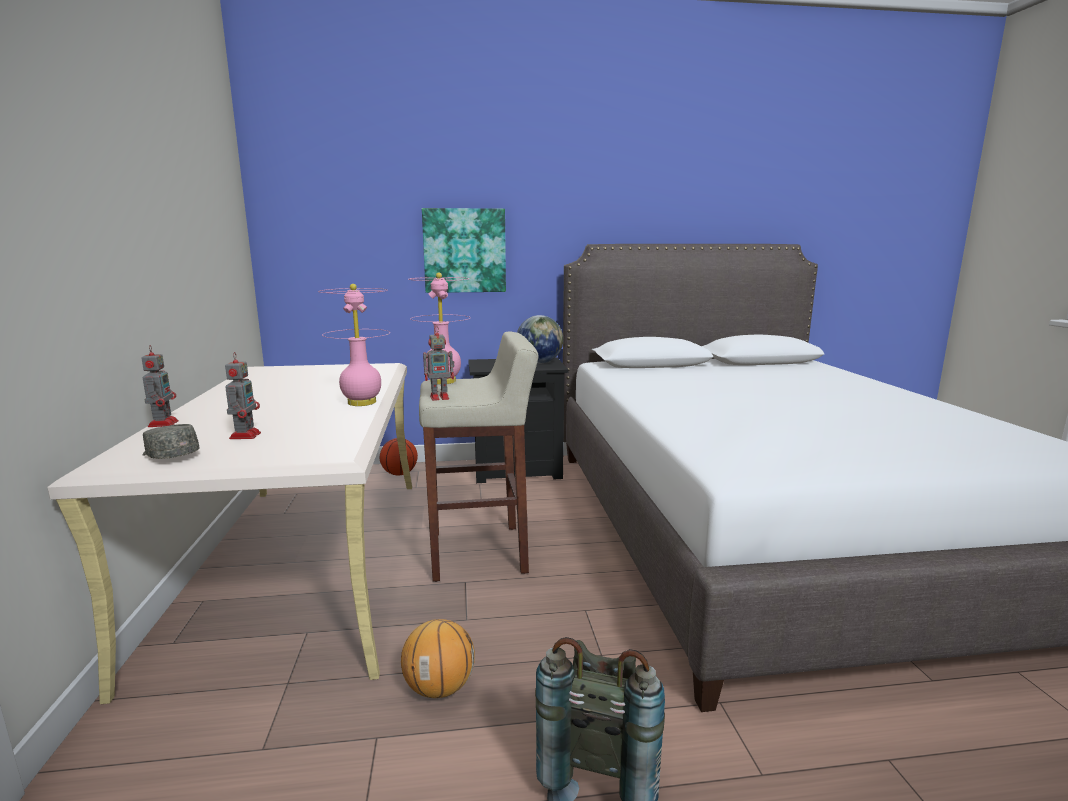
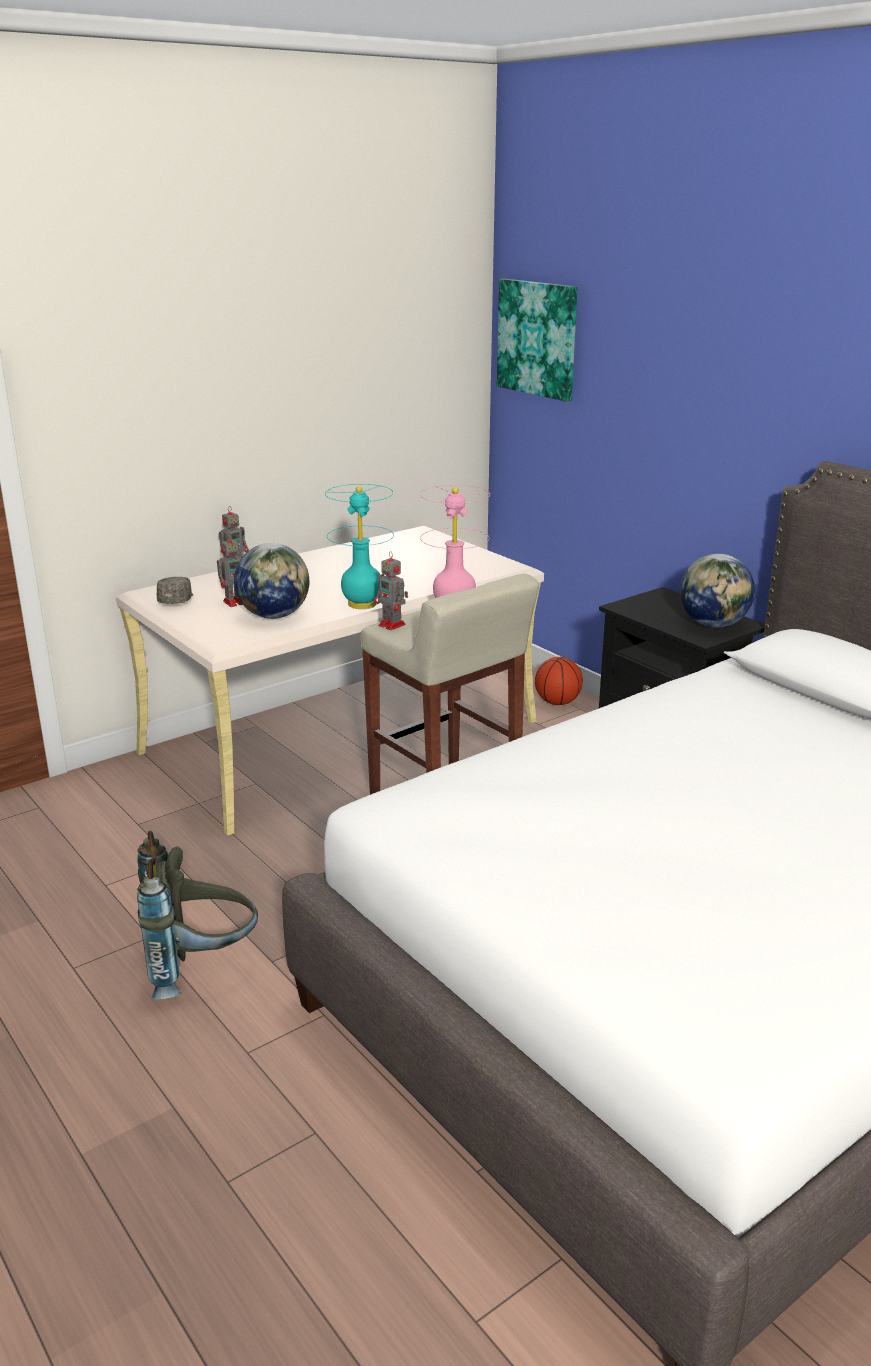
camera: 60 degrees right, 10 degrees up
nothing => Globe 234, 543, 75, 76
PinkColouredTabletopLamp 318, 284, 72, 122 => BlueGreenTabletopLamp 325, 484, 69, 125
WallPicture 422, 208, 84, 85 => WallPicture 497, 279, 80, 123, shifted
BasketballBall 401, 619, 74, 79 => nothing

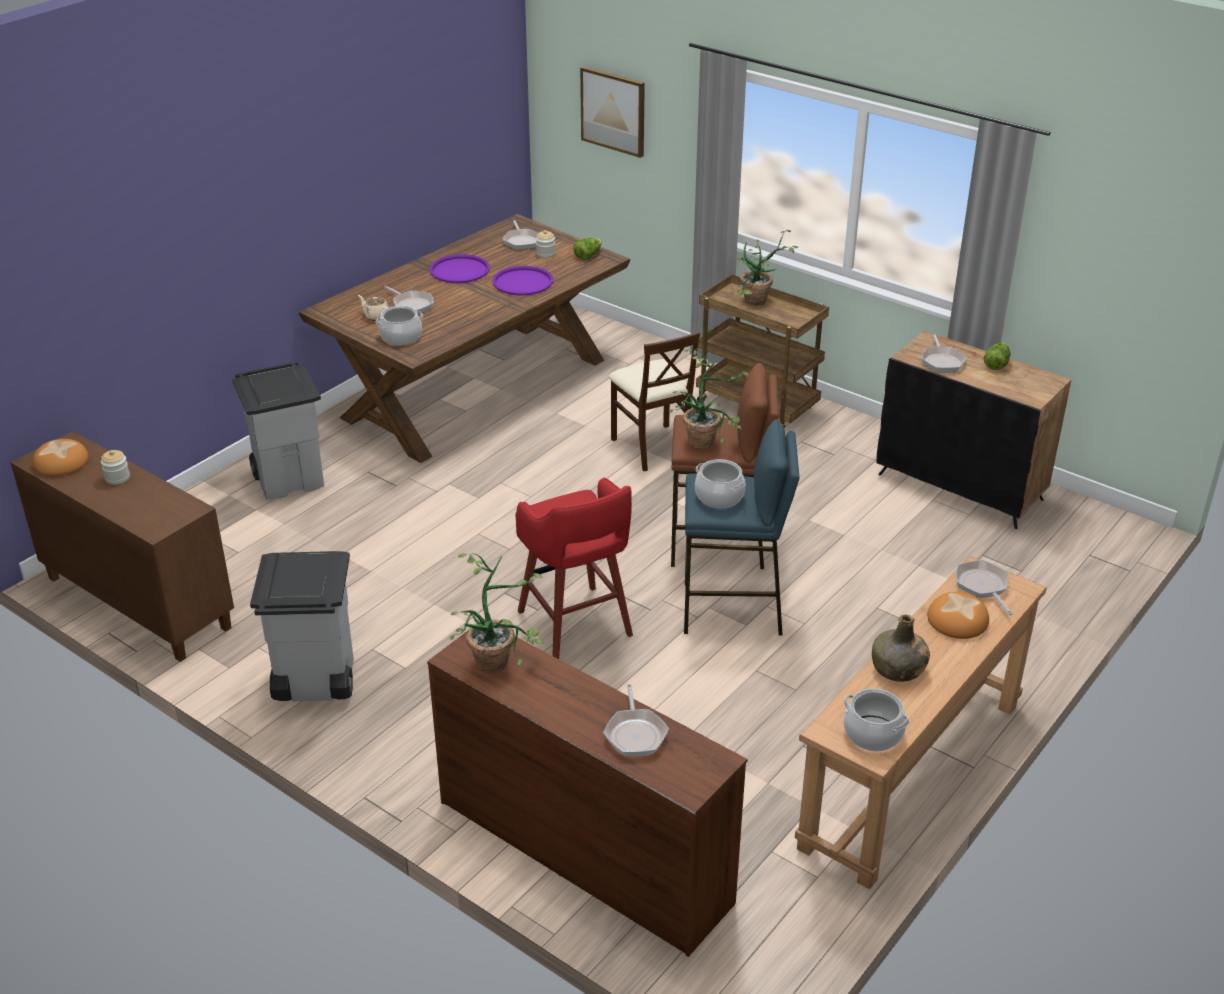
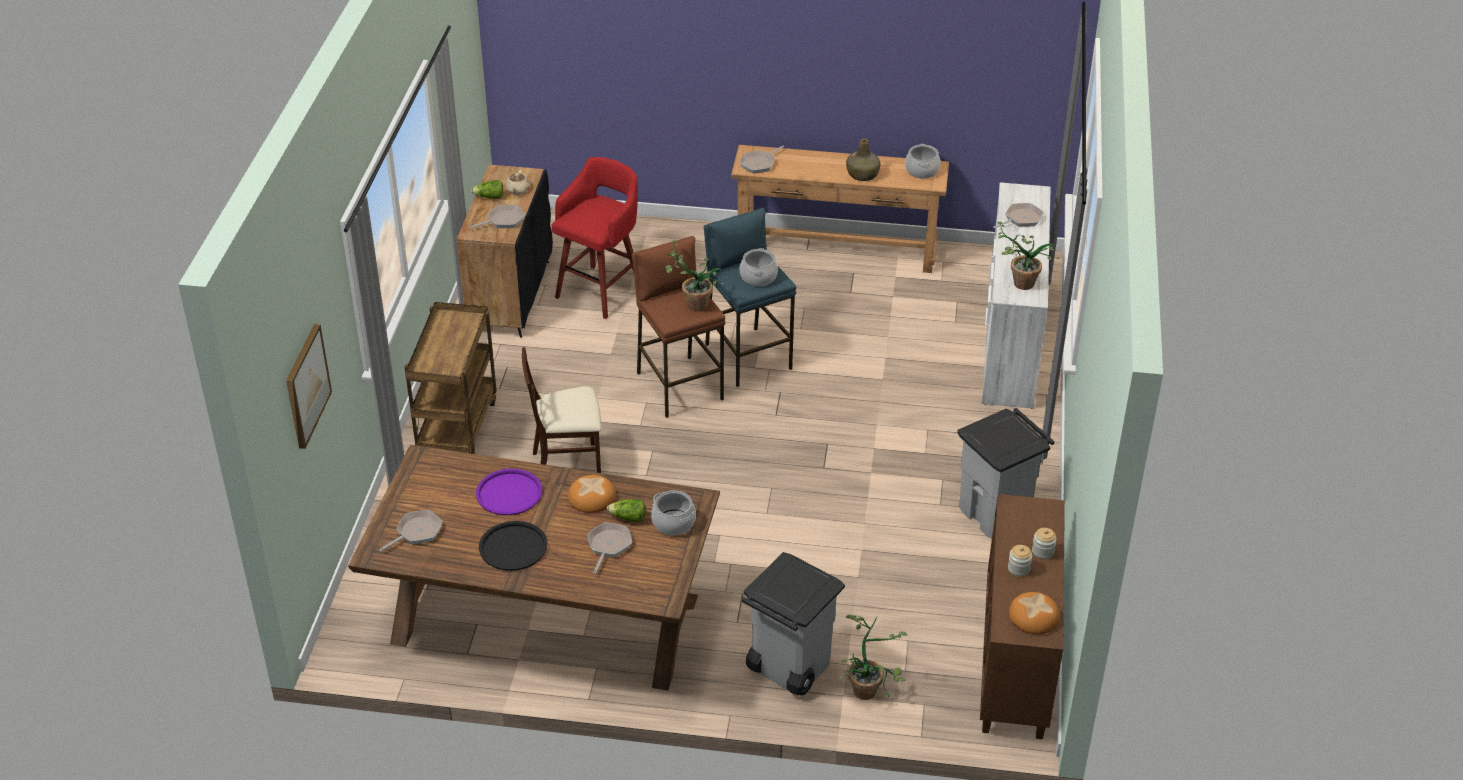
camera: 120 degrees left, 5 degrees up
PurplishServingTray 430, 254, 60, 29 => BlackServingTray 479, 521, 69, 50
BeigeTeapot 358, 295, 31, 26 => BeigeTeapot 506, 170, 24, 25, shifted
BeigeUprightChair 609, 332, 91, 139 => BeigeUprightChair 522, 347, 79, 126, 135 degrees counterclockwise
RedSittingStool 515, 478, 118, 181 => RedSittingStool 552, 157, 86, 162, shifted
Bread 927, 592, 62, 47 => Bread 568, 475, 48, 38, shifted
HeadOfLettuce 573, 238, 29, 22 => HeadOfLettuce 607, 499, 39, 24, shifted
PlantInAPot 731, 230, 68, 76 => PlantInAPot 839, 615, 69, 85, shifted
BrownishDrawerChest 427, 631, 321, 326 => WhiteDrawerChest 982, 182, 69, 227
PreserveJar 536, 230, 19, 28 => PreserveJar 1032, 528, 25, 31, shifted

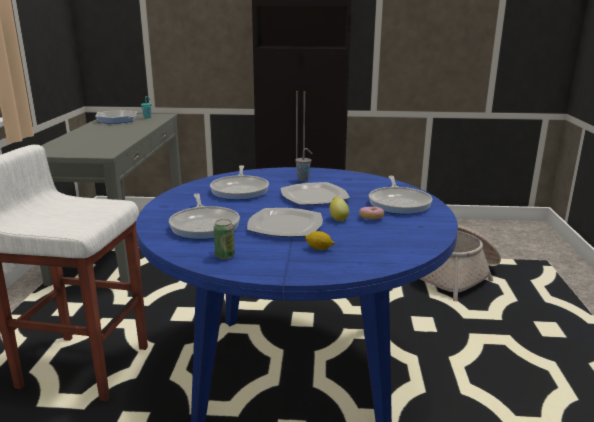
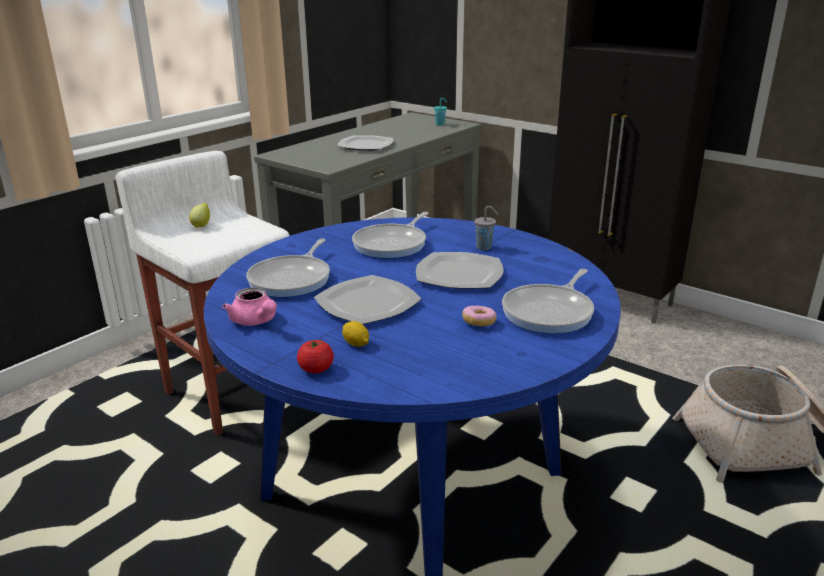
camera: 35 degrees right, 5 degrees up
CitrusFruit 329, 197, 20, 25 => CitrusFruit 189, 203, 21, 25, shifted
SealedCan 214, 219, 21, 41 => PinkColouredTeapot 222, 287, 55, 39
nothing => Tomato 297, 339, 37, 35
nothing => Plate 338, 135, 55, 16
Pan 95, 110, 42, 14 => nothing

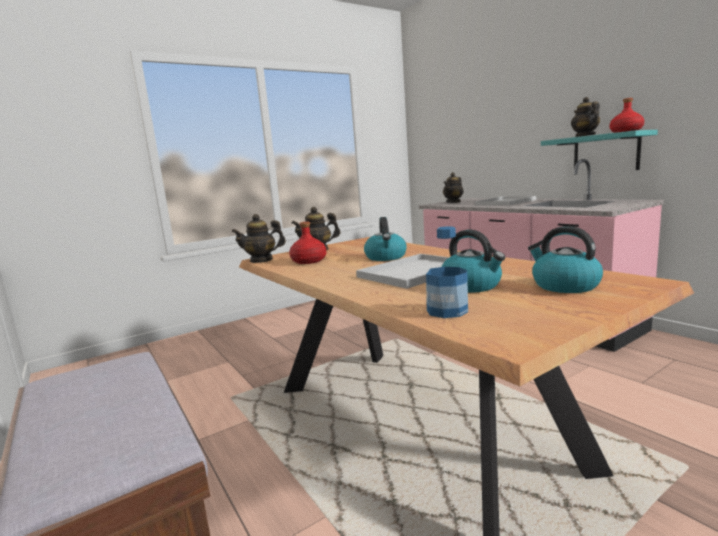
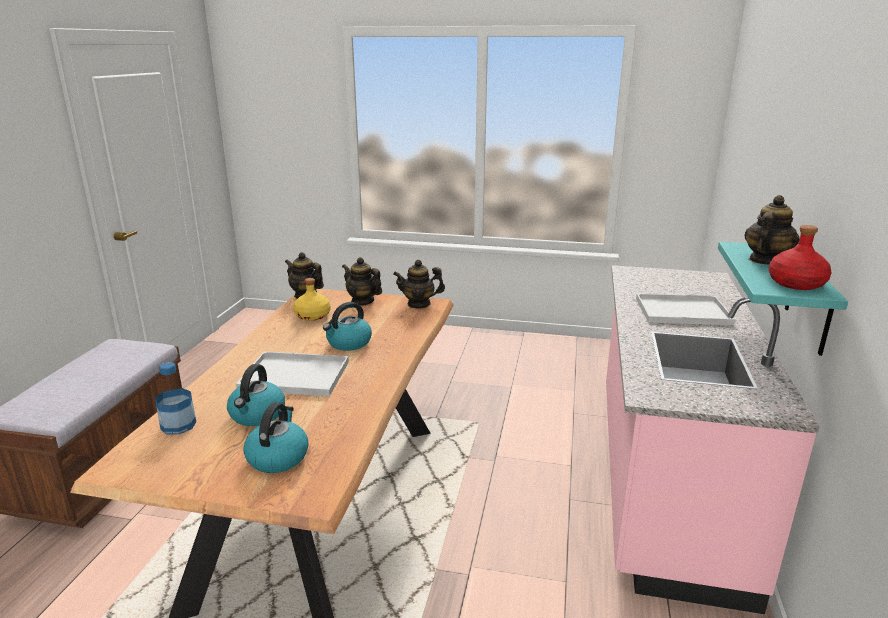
camera: 45 degrees right, 10 degrees up
RedDrinkBottle 289, 222, 37, 42 => YellowishDrinkBottle 293, 278, 38, 43
Teapot 443, 172, 21, 31 => Teapot 393, 260, 52, 49, shifted

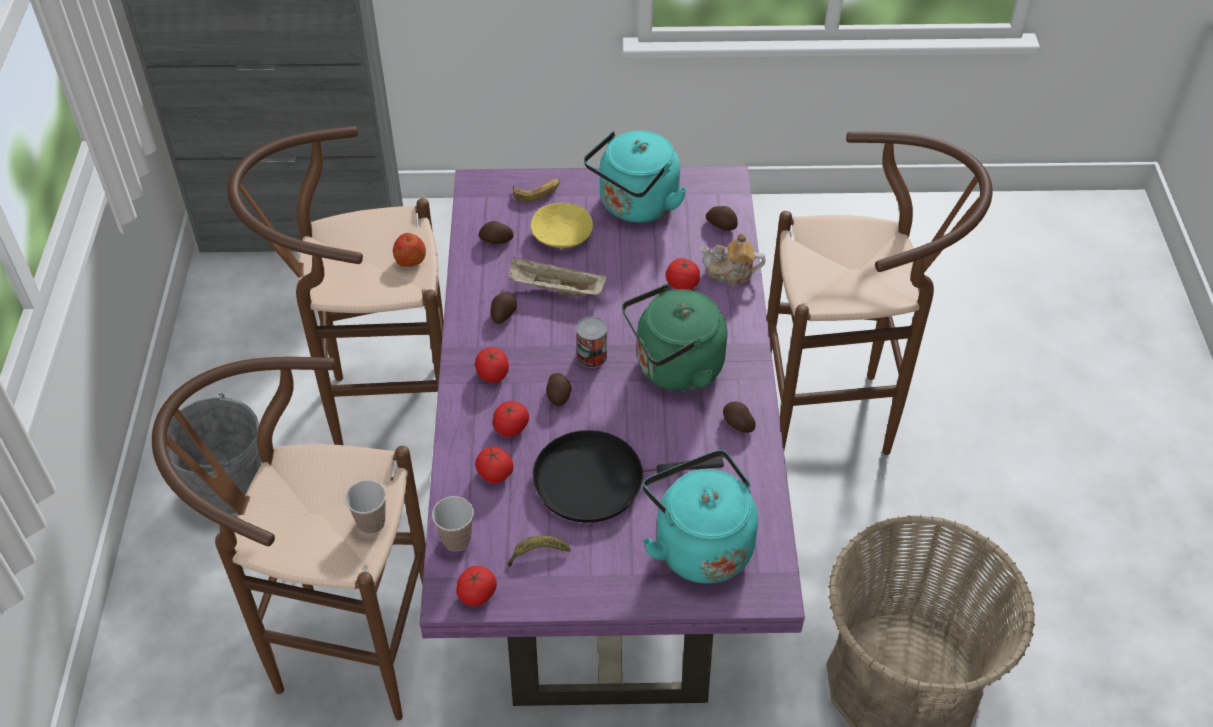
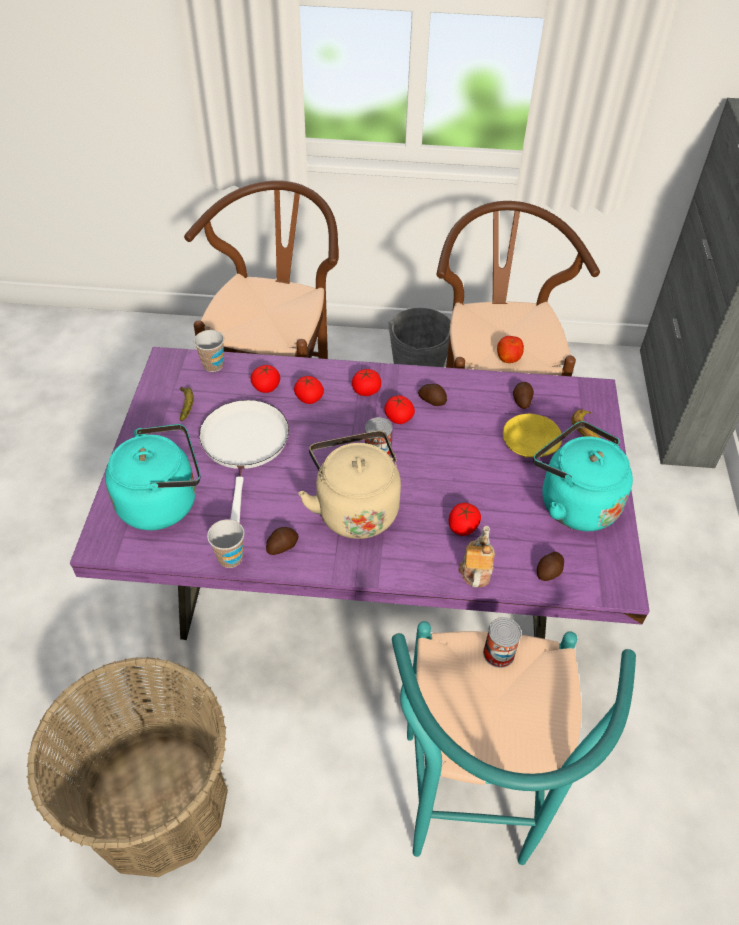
camera: 95 degrees right, 0 degrees up
BlackPan 532, 430, 192, 93 => WhitePan 199, 400, 90, 122
Cup 345, 480, 41, 54 => Cup 207, 519, 38, 49, shifted
GreenKettle 622, 284, 105, 108 => BeigeKettle 298, 431, 103, 108
Tomato 456, 566, 41, 40 => Tomato 384, 395, 31, 29, shifted
BrownishSittingStool 767, 132, 226, 323 => BlueGreenSittingStool 392, 621, 244, 244
nothing => SealedCan 483, 617, 38, 51
BeigeServingTray 508, 257, 99, 39 => nothing
Spud 546, 373, 26, 33 => nothing

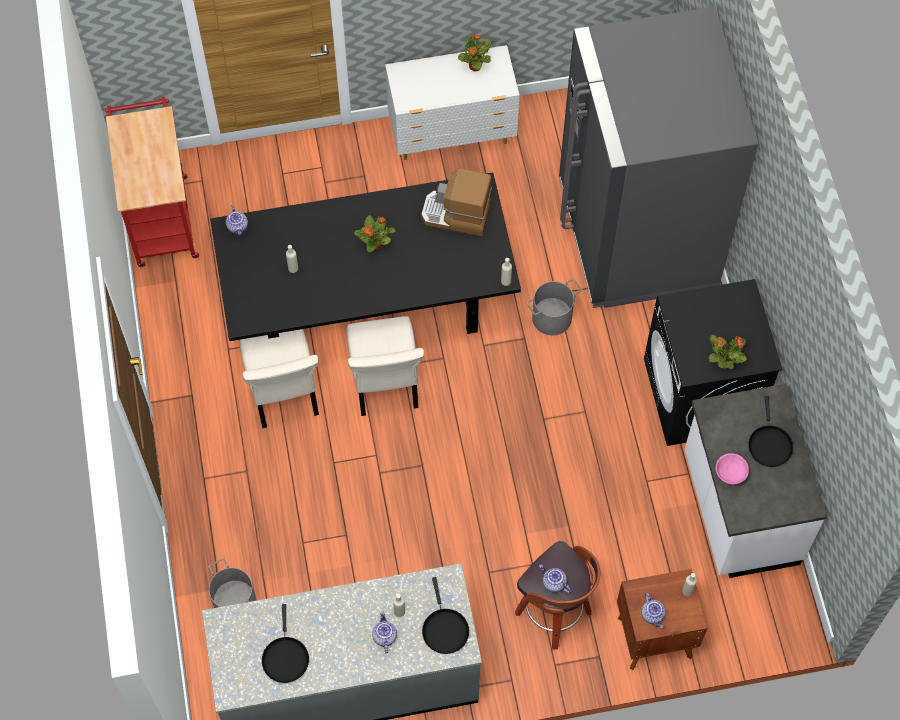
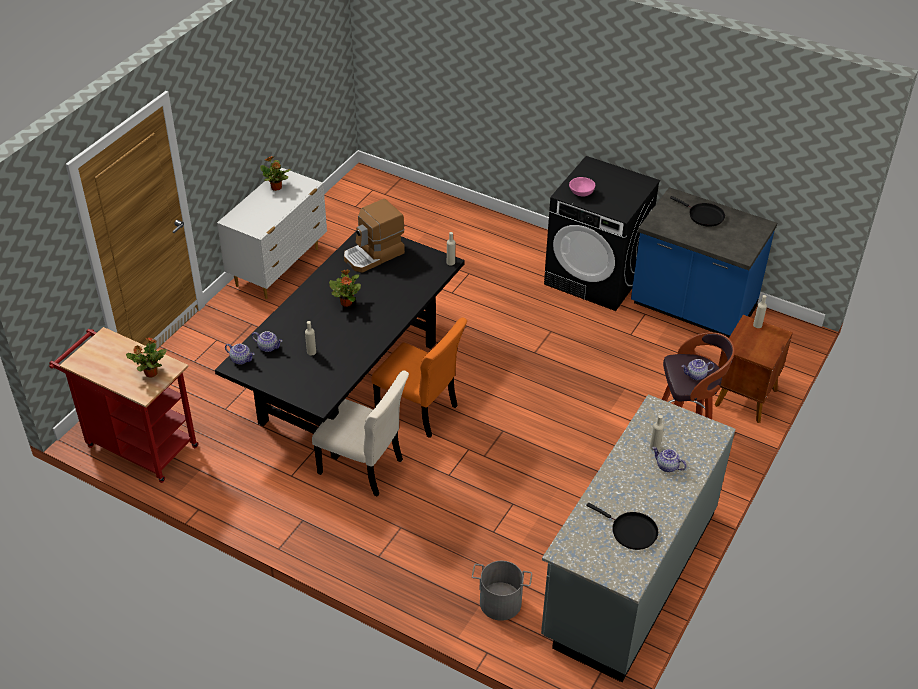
camera: 50 degrees left, 20 degrees down
PlantInAPot 708, 335, 39, 34 => PlantInAPot 126, 337, 41, 41, shifted
Teapot 641, 593, 25, 35 => Teapot 252, 331, 30, 21, shifted
BeigeUprightChair 346, 316, 78, 100 => OrangeColouredUprightChair 372, 318, 95, 120
PinkColouredDeepDish 716, 453, 33, 32 => PinkColouredDeepDish 569, 177, 26, 19, shifted
WhiteKitchenBaseUnit 685, 384, 142, 194 => BlueKitchenBaseUnit 631, 187, 146, 151
BlackPan 422, 577, 47, 77 => nothing
GreyishBucket 527, 279, 55, 56 => nothing
GreyishKitchenFridge 559, 6, 199, 302 => nothing

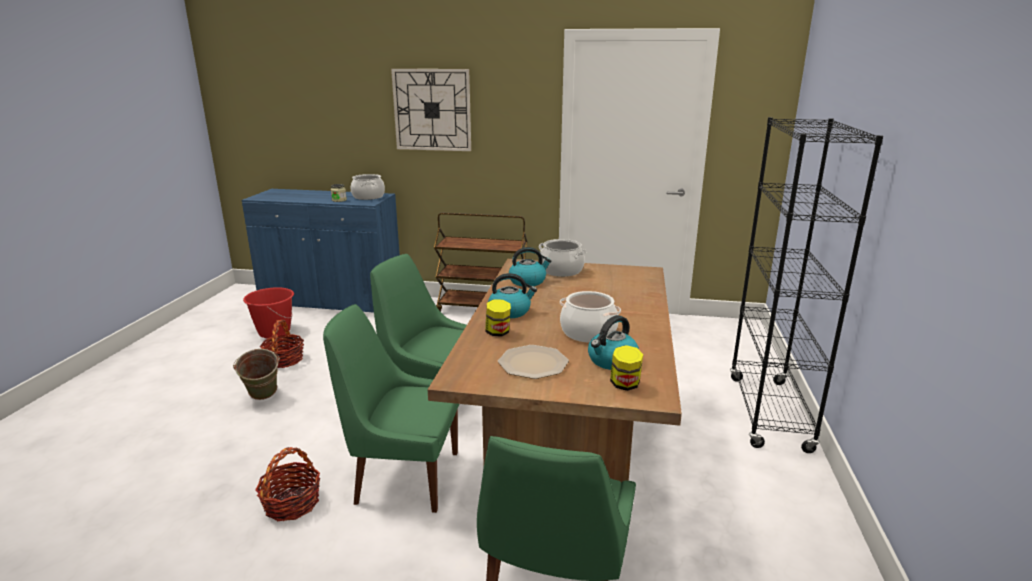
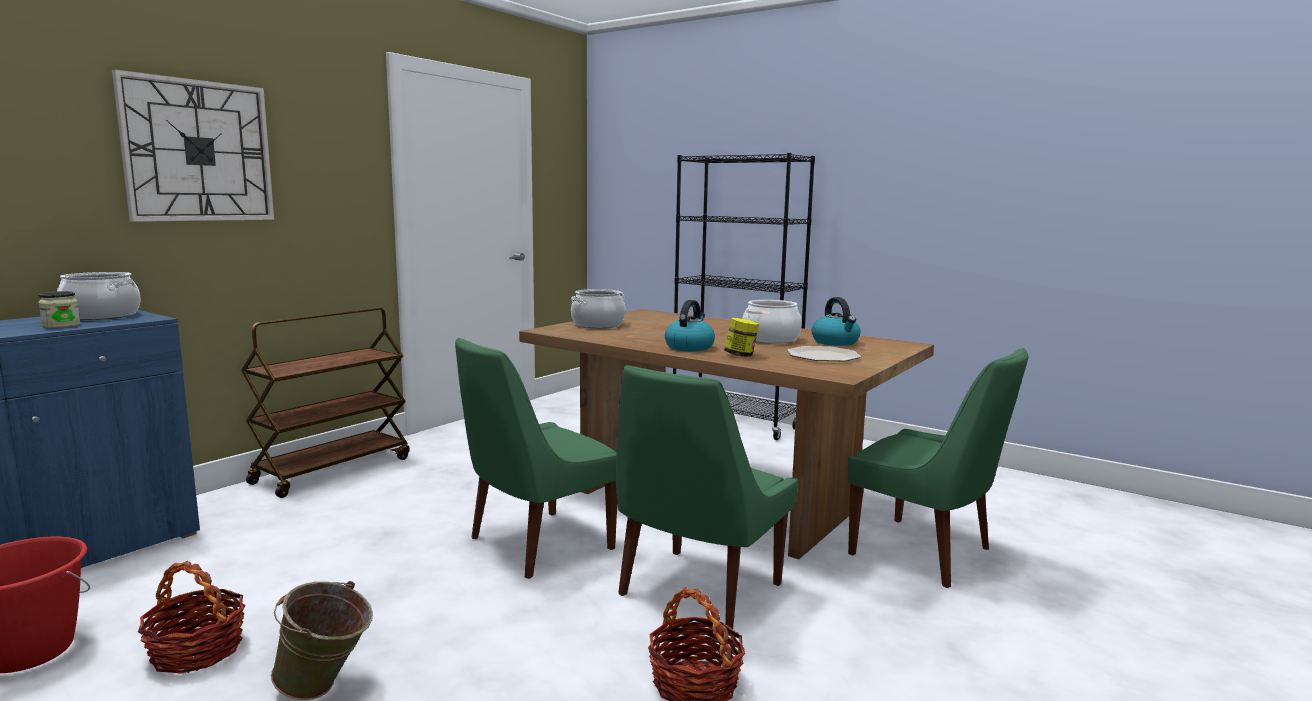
camera: 65 degrees left, 10 degrees down
Kettle 509, 247, 43, 40 => nothing
PreserveJar 610, 345, 33, 46 => nothing

